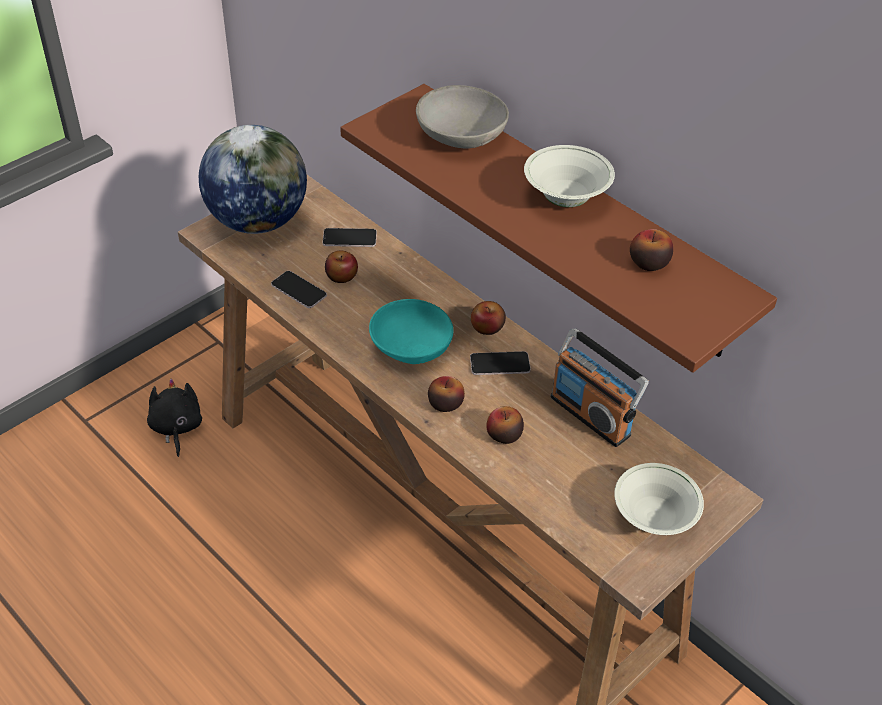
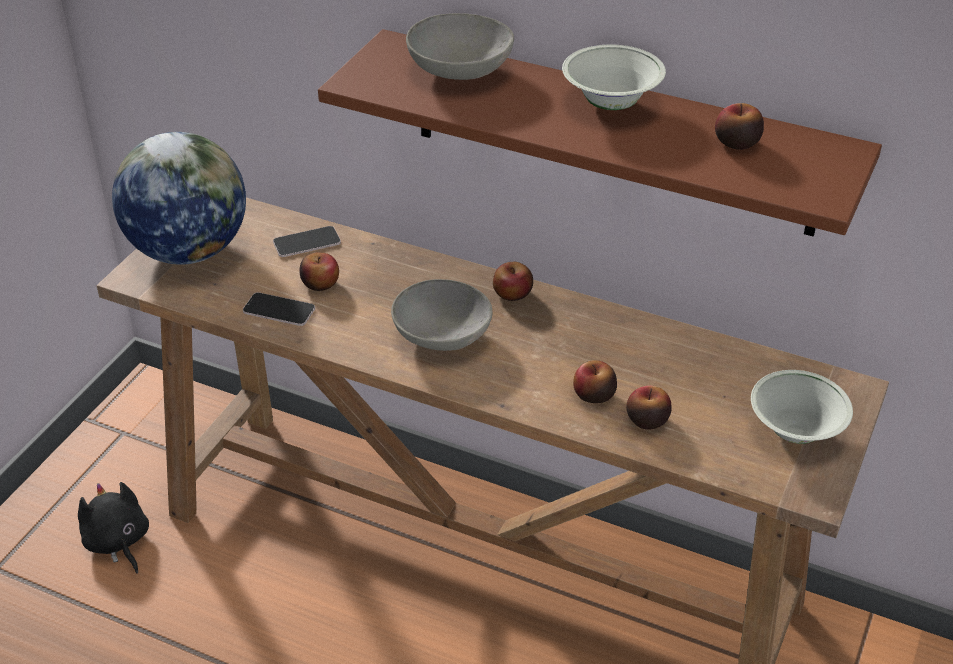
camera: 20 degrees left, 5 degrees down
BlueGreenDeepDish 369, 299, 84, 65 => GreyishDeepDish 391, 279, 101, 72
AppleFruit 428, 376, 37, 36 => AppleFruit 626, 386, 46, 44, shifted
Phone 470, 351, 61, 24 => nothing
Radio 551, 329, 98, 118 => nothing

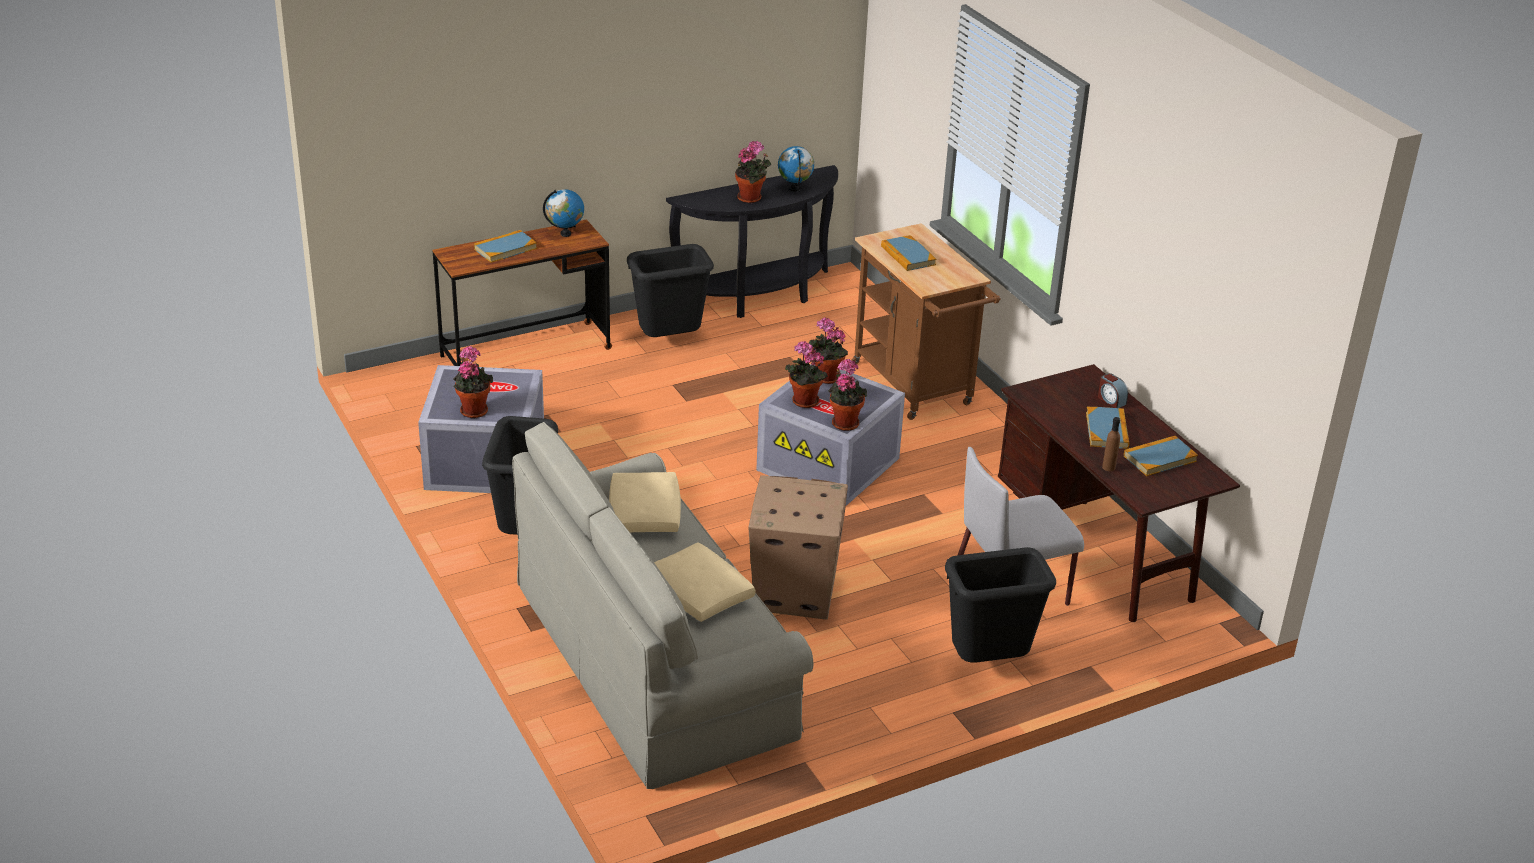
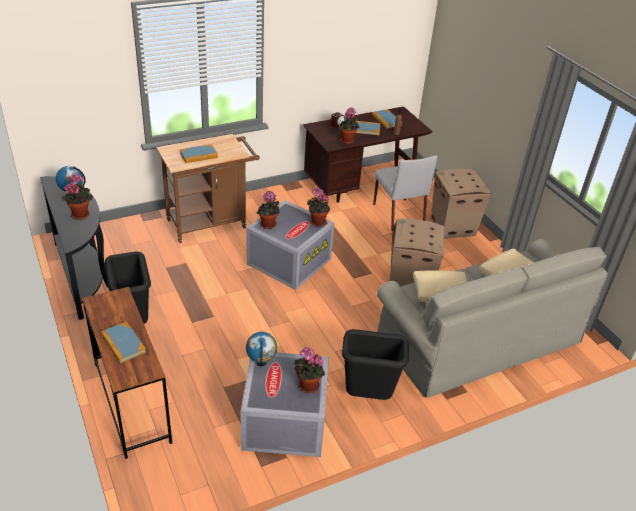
camera: 90 degrees left, 5 degrees up
Globe 543, 189, 41, 48 => Globe 246, 332, 31, 34, shifted
PlantInAPot 785, 341, 43, 67 => PlantInAPot 339, 107, 21, 37, shifted
BlackWasteBin 945, 547, 111, 116 => PackingBox 431, 168, 61, 71

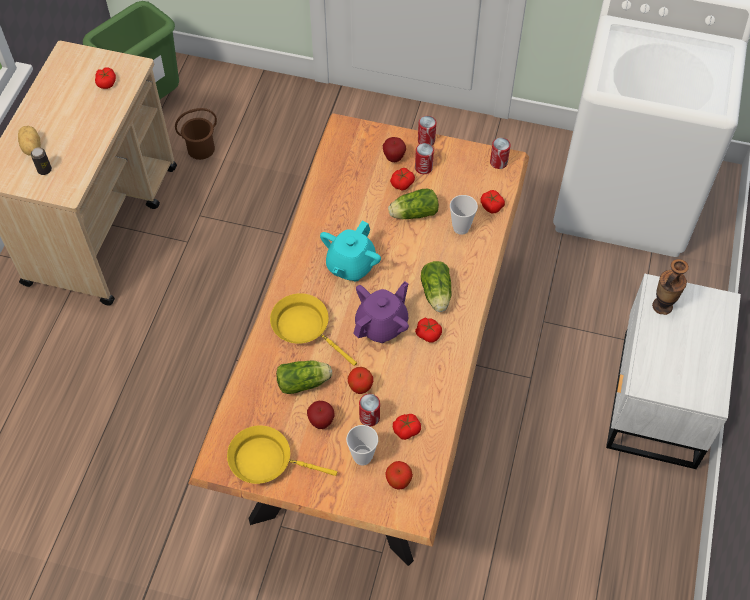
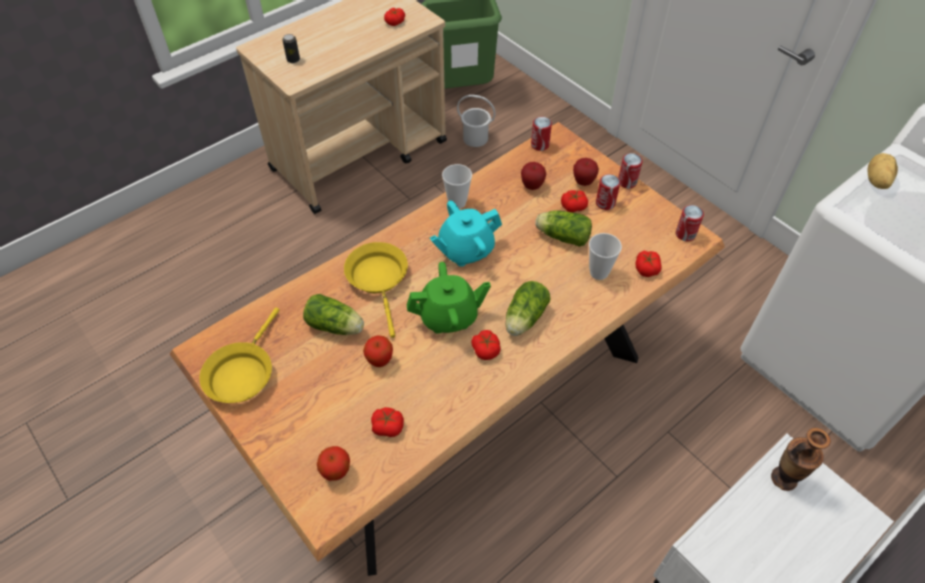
camera: 35 degrees right, 5 degrees down
YellowishPan 227, 425, 111, 59 => YellowishPan 199, 307, 80, 96, 120 degrees counterclockwise
PurplishTeapot 353, 281, 56, 62 => GreenTeapot 407, 262, 84, 72
Cup 346, 425, 32, 41 => Cup 442, 164, 30, 45, shifted
BrownishBucket 175, 108, 42, 52 => WhiteBucket 457, 95, 38, 52
AppleFruit 307, 401, 27, 28 => AppleFruit 521, 162, 25, 28, shifted
SealedCan 359, 394, 21, 33 => SealedCan 531, 117, 21, 34, shifted
Spud 18, 126, 23, 30 => Spud 868, 153, 30, 36, shifted

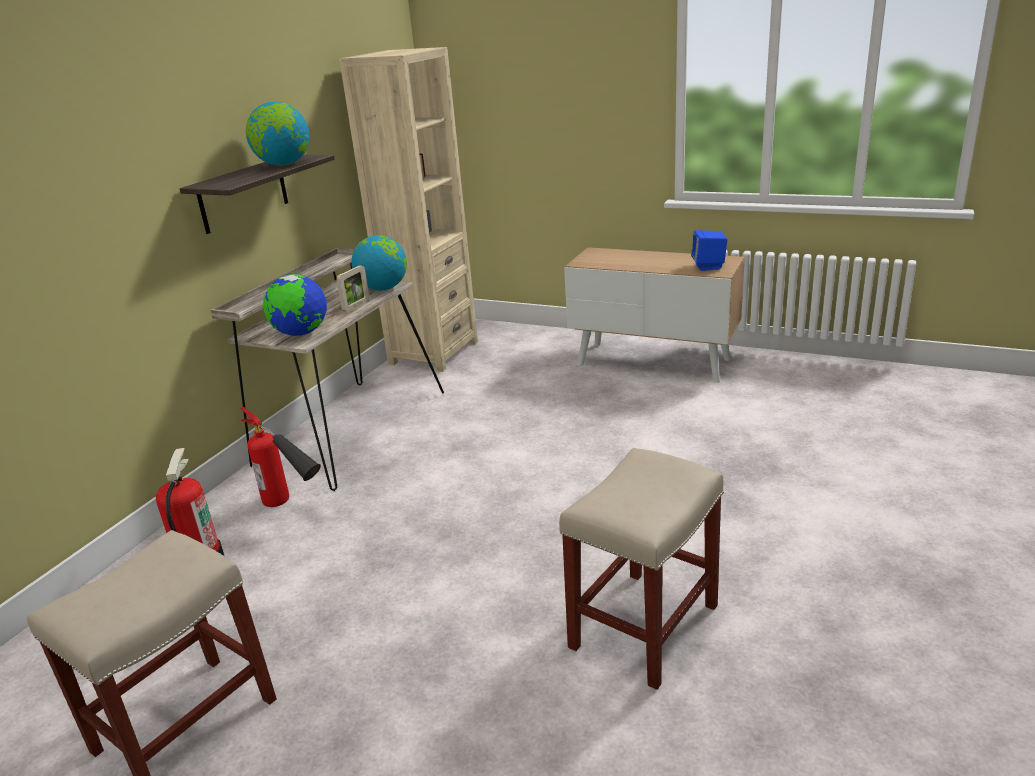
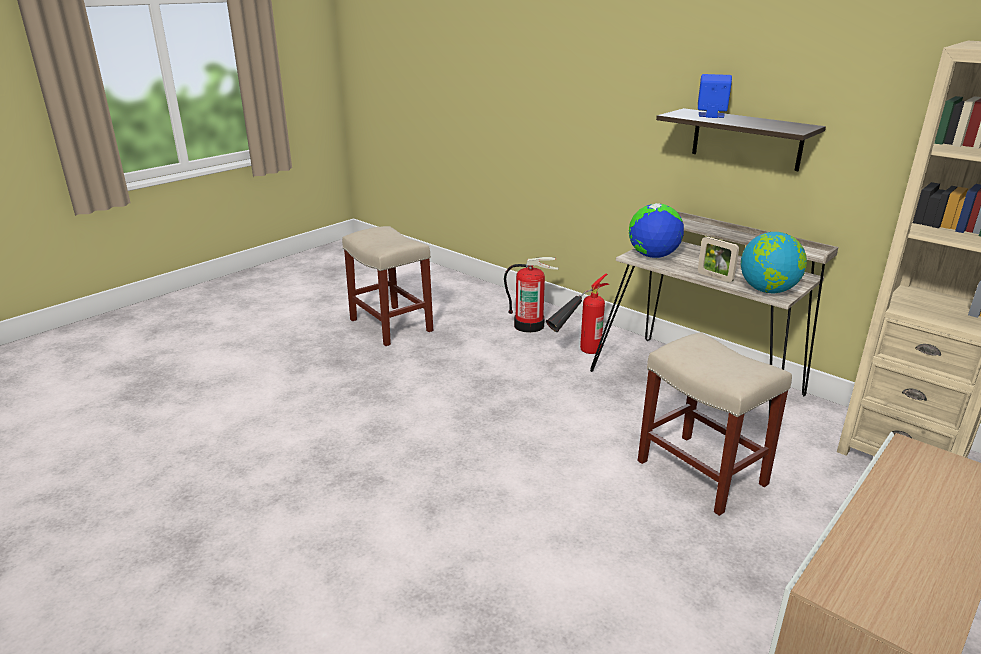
camera: 105 degrees right, 0 degrees up
BeigeSittingStool 559, 448, 165, 242 => BeigeSittingStool 638, 332, 154, 184, shifted
BlueLoudspeaker 691, 230, 37, 41 => BlueLoudspeaker 698, 74, 34, 44, shifted
Globe 246, 102, 63, 64 => nothing

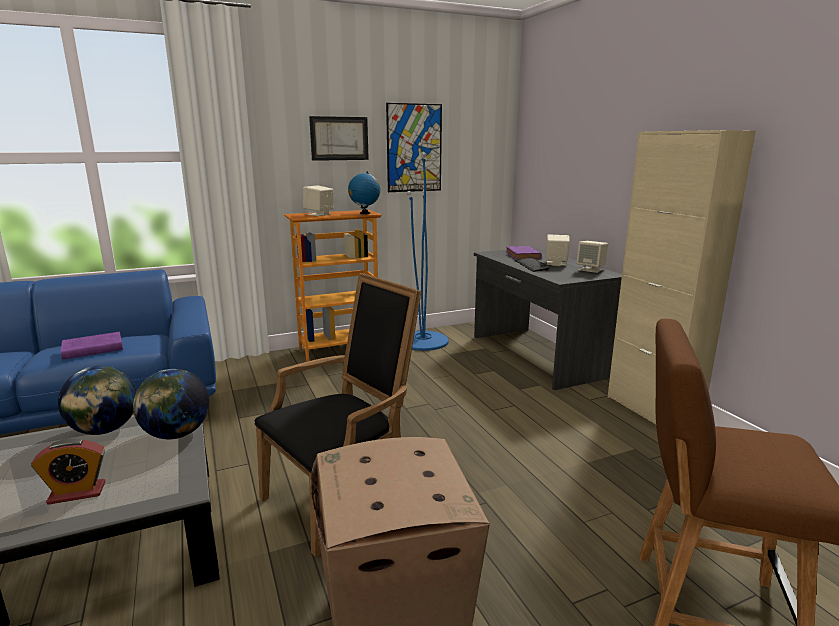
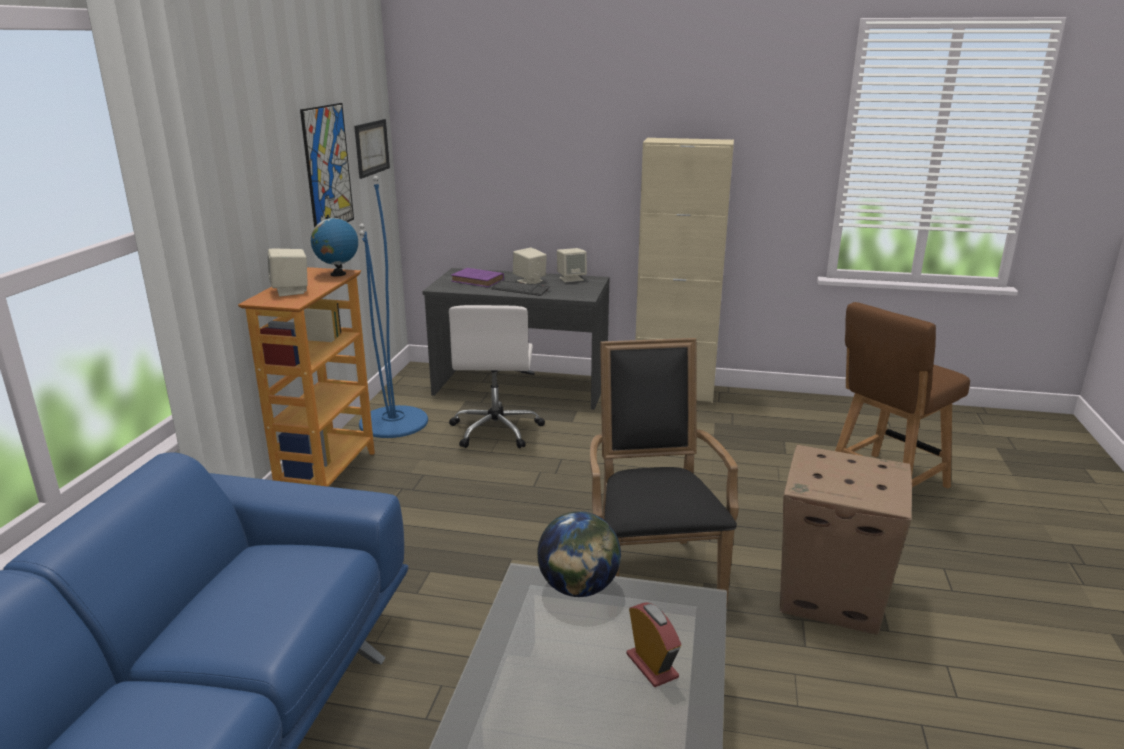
camera: 55 degrees left, 5 degrees up
WallPicture 309, 116, 60, 45 => WallPicture 354, 119, 36, 60, shifted
nothing => WhiteDeskChair 449, 305, 96, 144
BedsideClock 31, 438, 75, 67 => BedsideClock 627, 602, 54, 85, 45 degrees counterclockwise
Globe 58, 365, 79, 70 => nothing
PurplishBoundBook 61, 332, 62, 28 => nothing

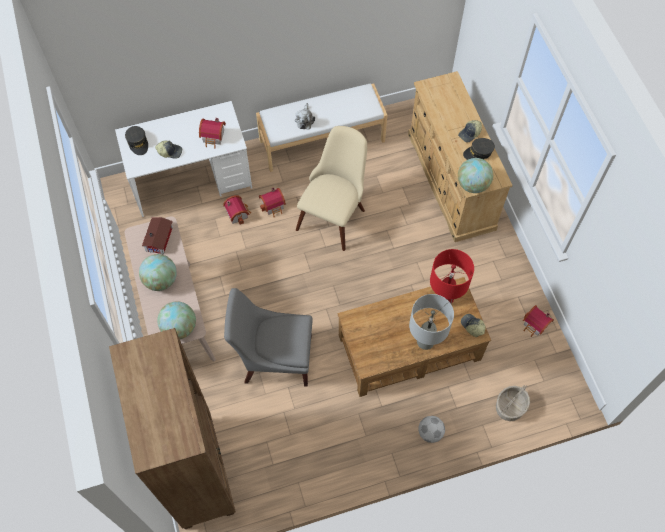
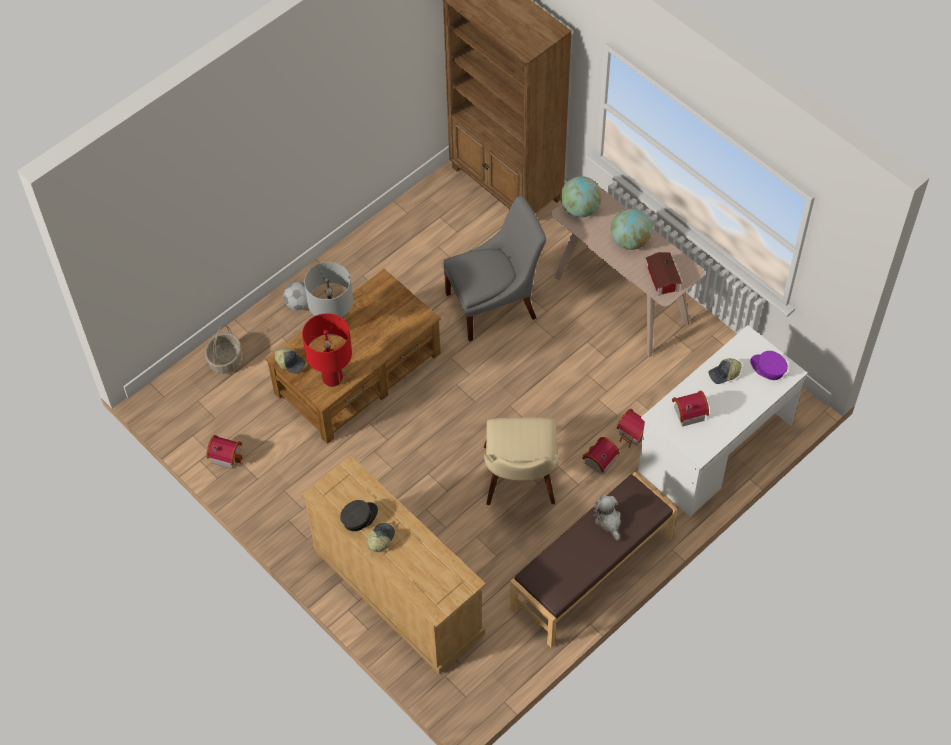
camera: 155 degrees right, 5 degrees down
WhiteIndoorBench 256, 84, 131, 88 => BrownishIndoorBench 510, 472, 167, 176
GreyishBaseballCap 125, 126, 23, 29 => PurplishBaseballCap 750, 351, 38, 29
Globe 458, 158, 35, 35 => nothing

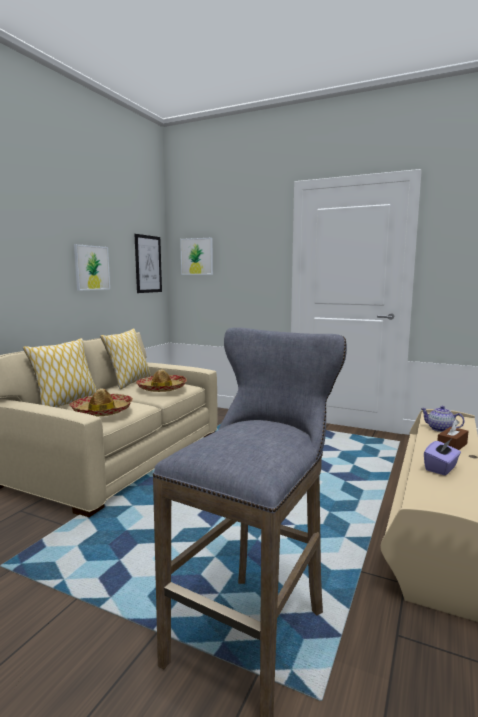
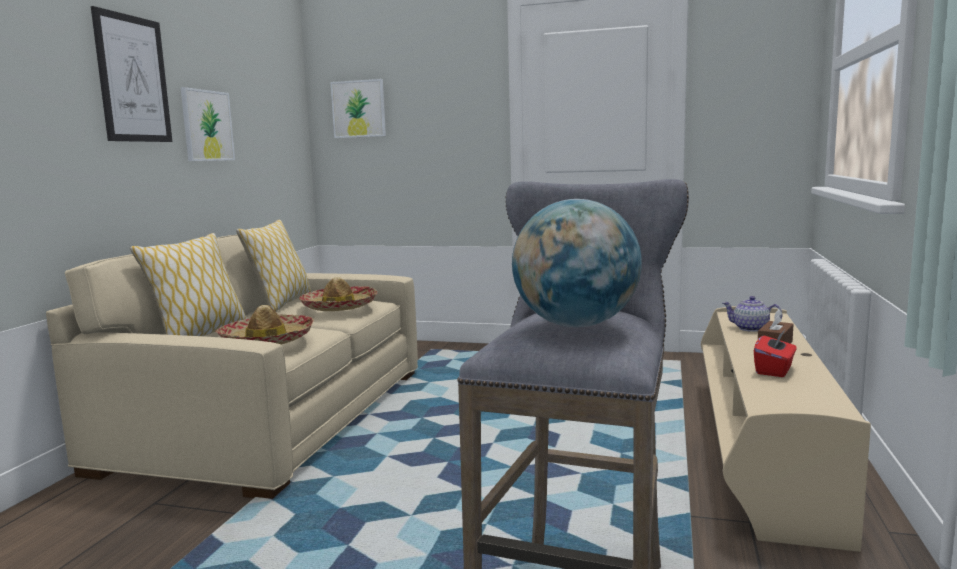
camera: 10 degrees left, 0 degrees up
WallPicture 134, 234, 28, 59 => WallPicture 91, 6, 81, 136, shifted
nothing => Globe 512, 199, 130, 128
PurplishTissueBox 424, 440, 37, 36 => RedTissueBox 754, 330, 43, 47

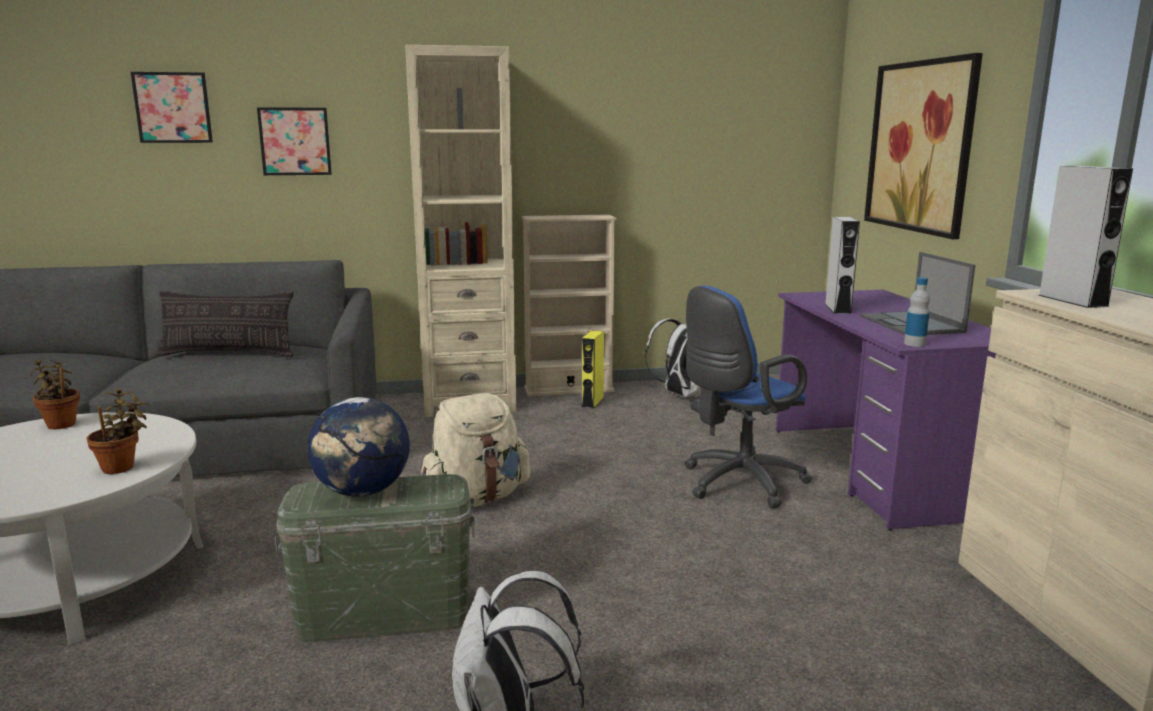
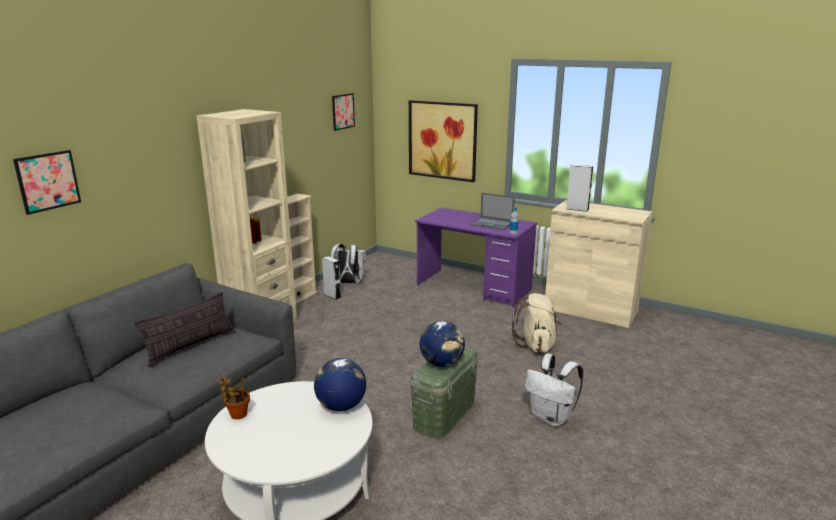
camera: 50 degrees left, 5 degrees up
PlantInAPot 87, 388, 62, 86 => Globe 314, 358, 52, 53
GreyishLoudspeaker 825, 217, 35, 97 => GreyishLoudspeaker 322, 256, 19, 44, shifted
WallPicture 257, 107, 75, 68 => WallPicture 332, 93, 23, 38, shifted
BeigeRucksack 421, 393, 109, 114 => BeigeRucksack 512, 293, 50, 60, shifted
YellowishLoudspeaker 581, 330, 23, 78 => nothing
BlueDeskChair 684, 286, 128, 222 => nothing

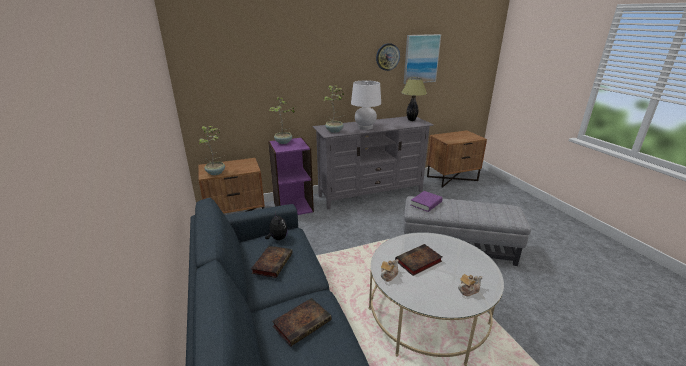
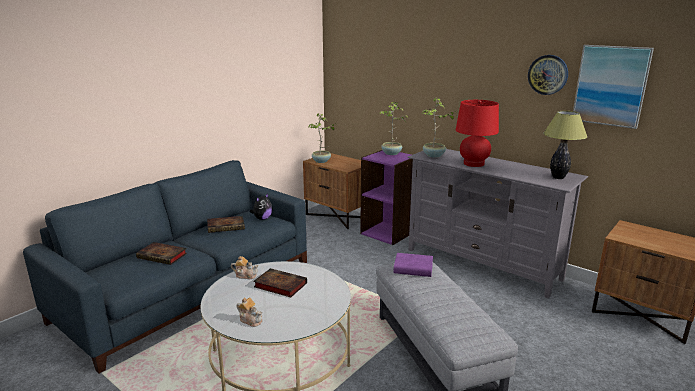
camera: 60 degrees right, 5 degrees down
WhiteTabletopLamp 351, 80, 30, 50 => RedTabletopLamp 456, 100, 43, 67

